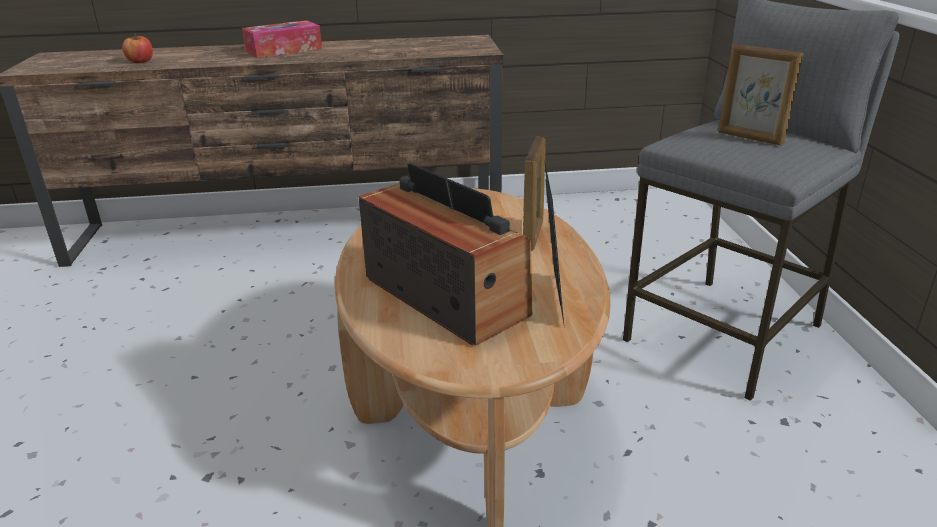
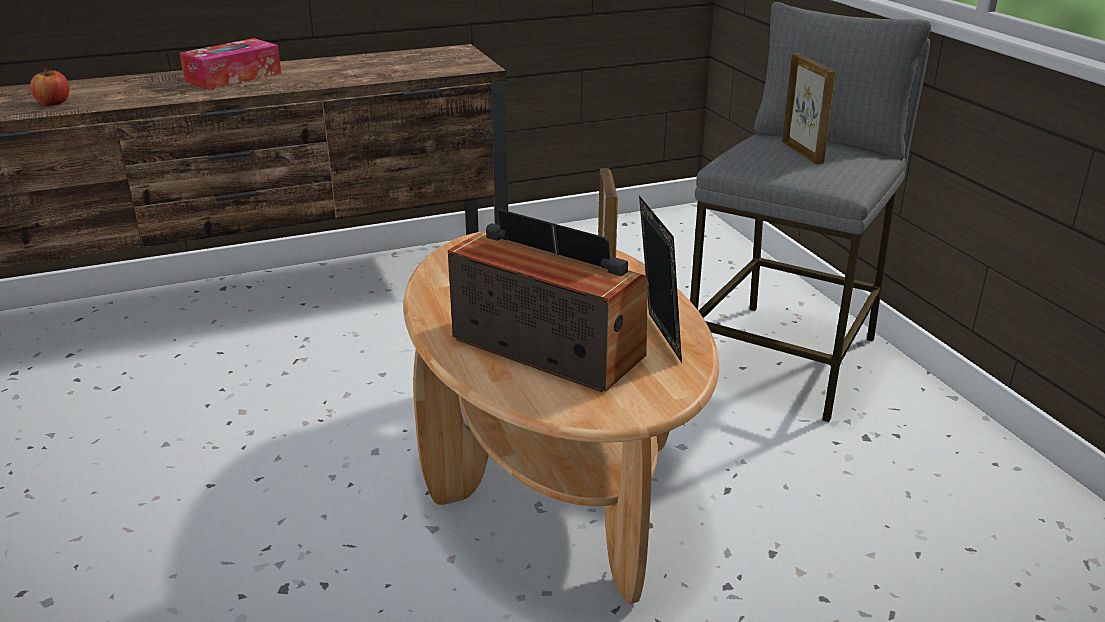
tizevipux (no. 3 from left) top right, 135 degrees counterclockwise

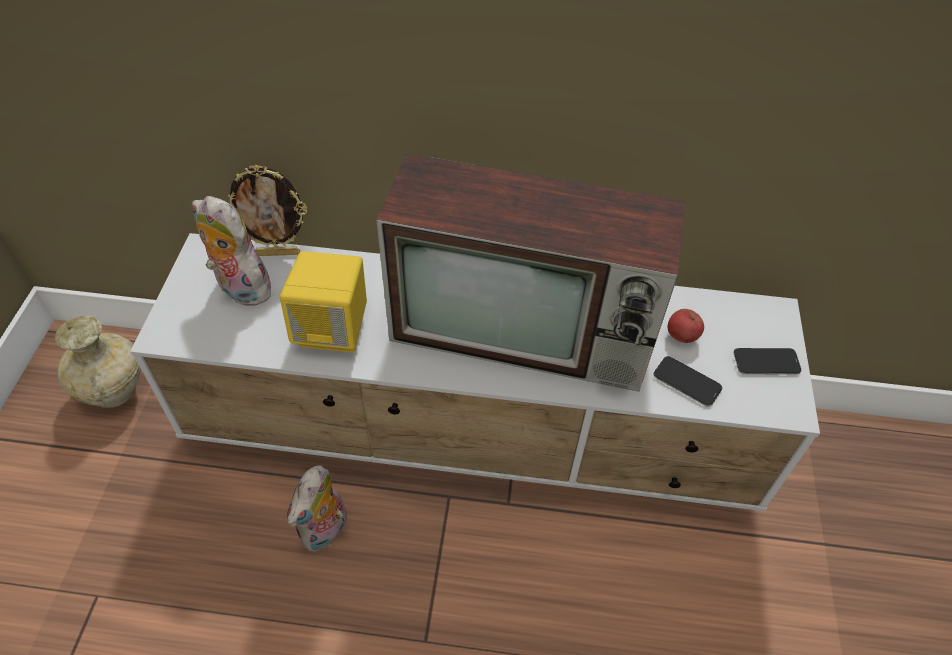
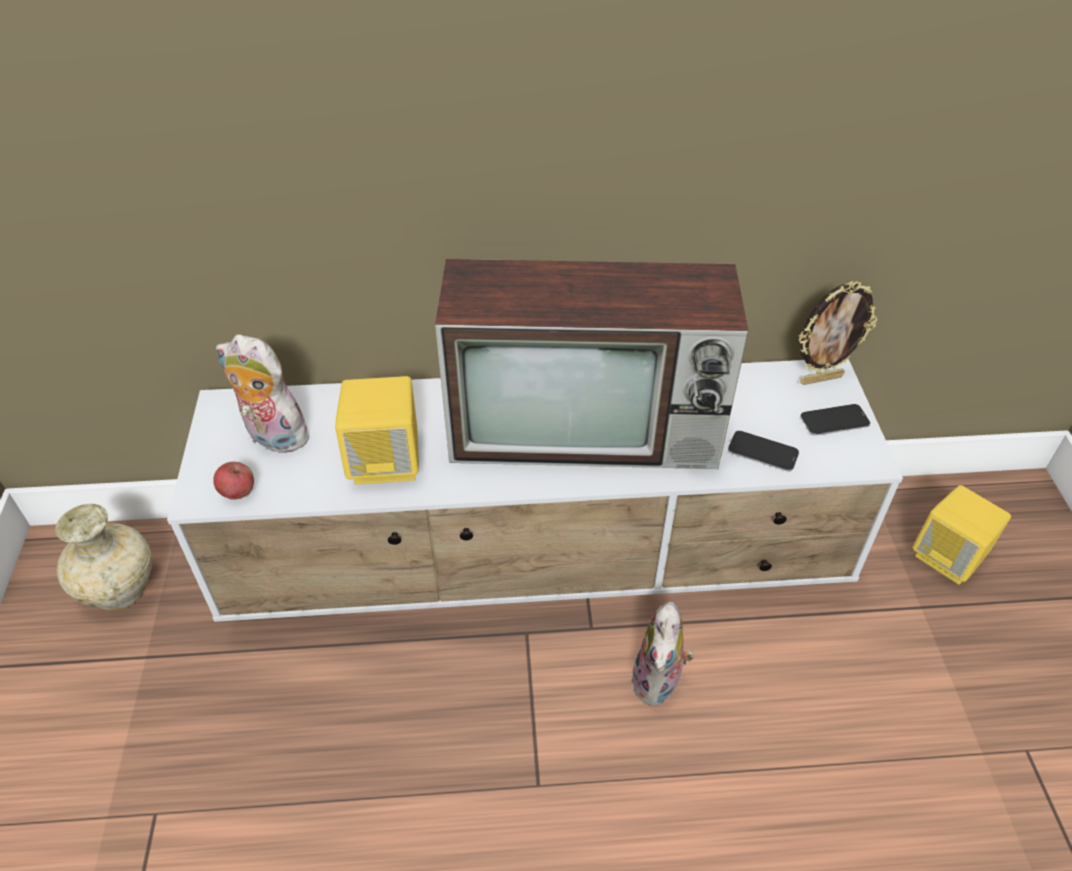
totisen middle right -> totisen middle left, relocated
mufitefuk (no. 2 from left) bottom left -> mufitefuk (no. 2 from left) bottom centre, relocated
tizevipux top left -> tizevipux middle right, relocated
none -> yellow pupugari (no. 2 from left) middle right

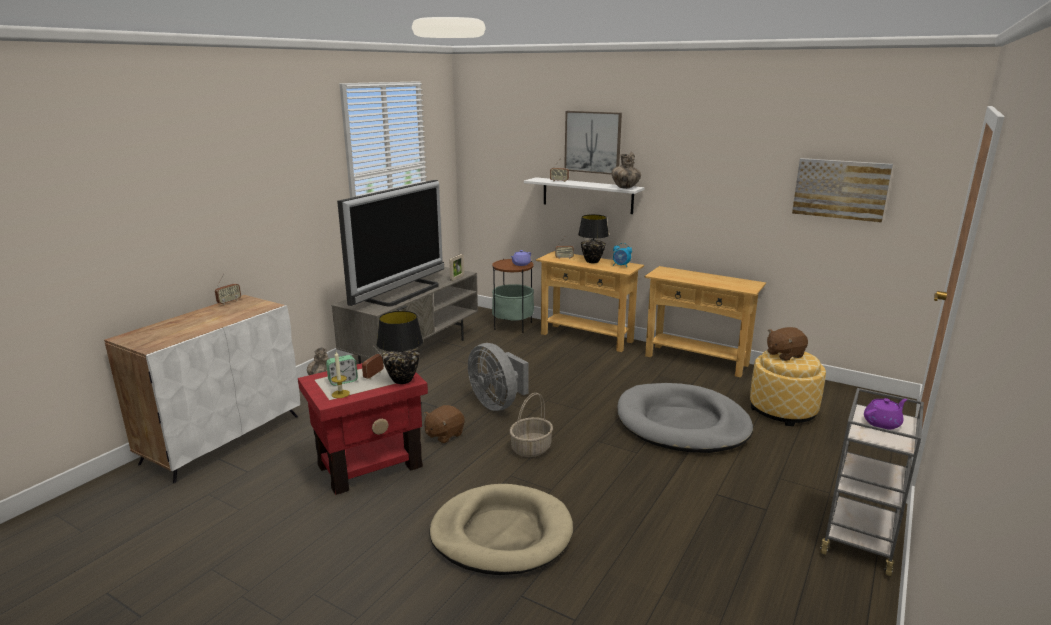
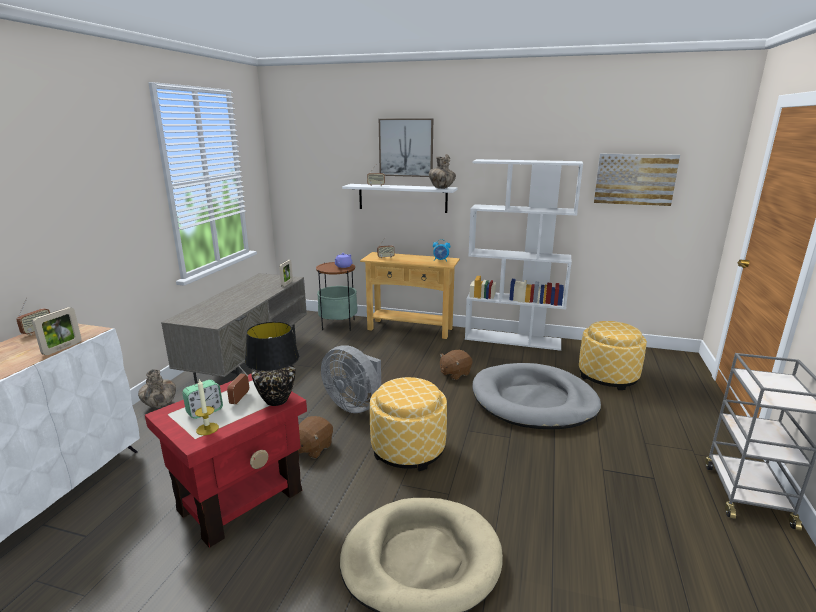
none -> tizevipux (no. 1 from left) middle left
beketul bottom centre -> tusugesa (no. 1 from left) bottom centre
brown mufitefuk (no. 2 from left) middle right -> brown mufitefuk (no. 2 from left) centre, relocated
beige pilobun (no. 2 from left) middle right -> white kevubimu centre
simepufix centre -> none
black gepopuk (no. 2 from left) centre -> none
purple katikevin (no. 2 from left) middle right -> none

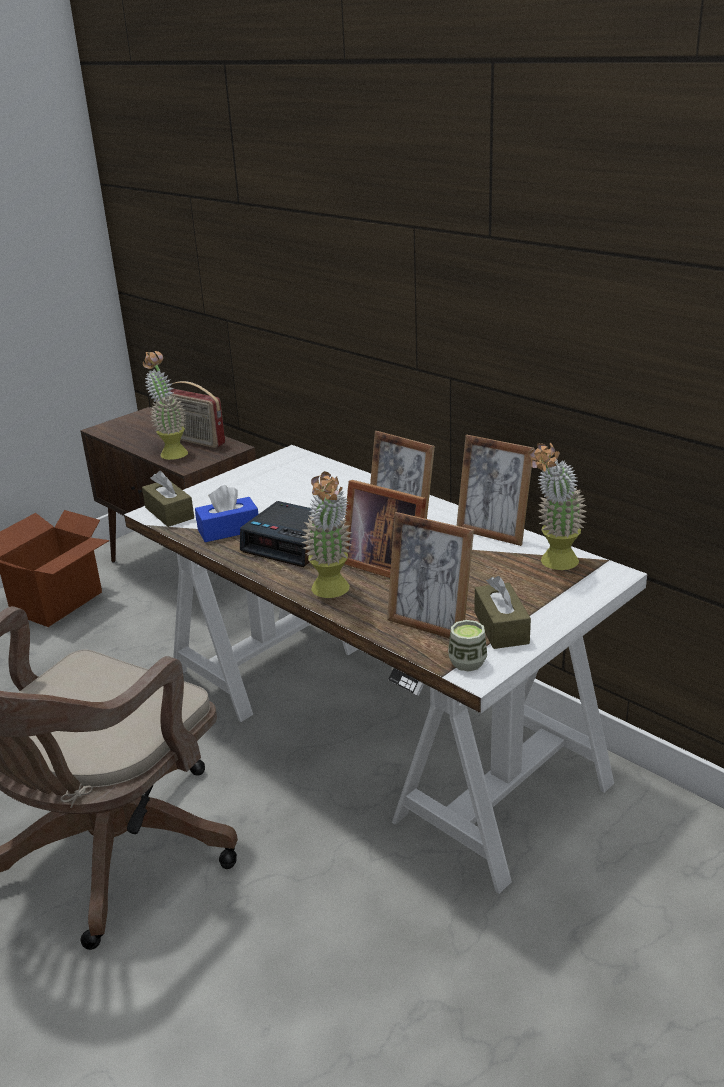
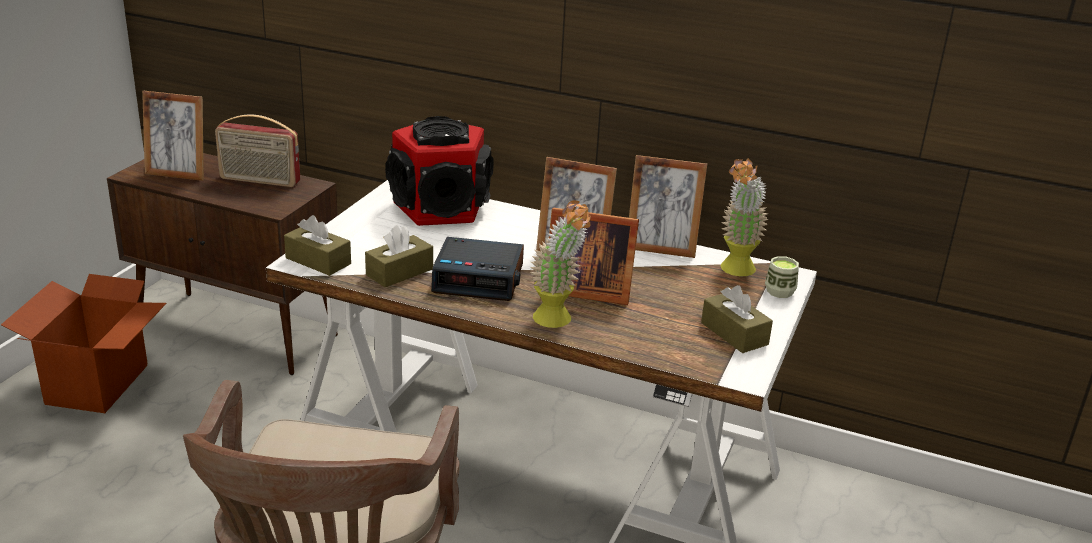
tizevipux (no. 3 from left in the first image) centre -> tizevipux (no. 1 from left) top left, relocated
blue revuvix middle left -> brown revuvix (no. 2 from left) centre
none -> pupugari top centre
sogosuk centre -> sogosuk middle right, relocated
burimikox (no. 1 from left) middle left -> none

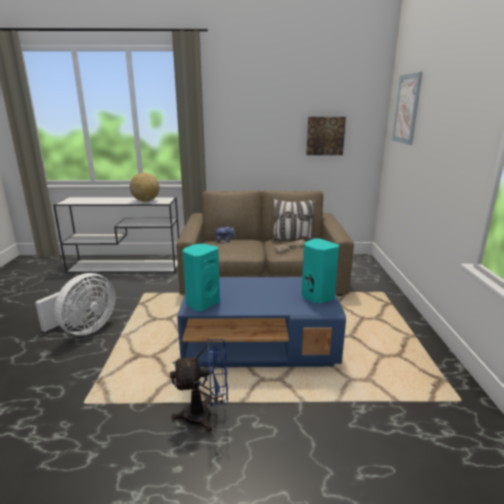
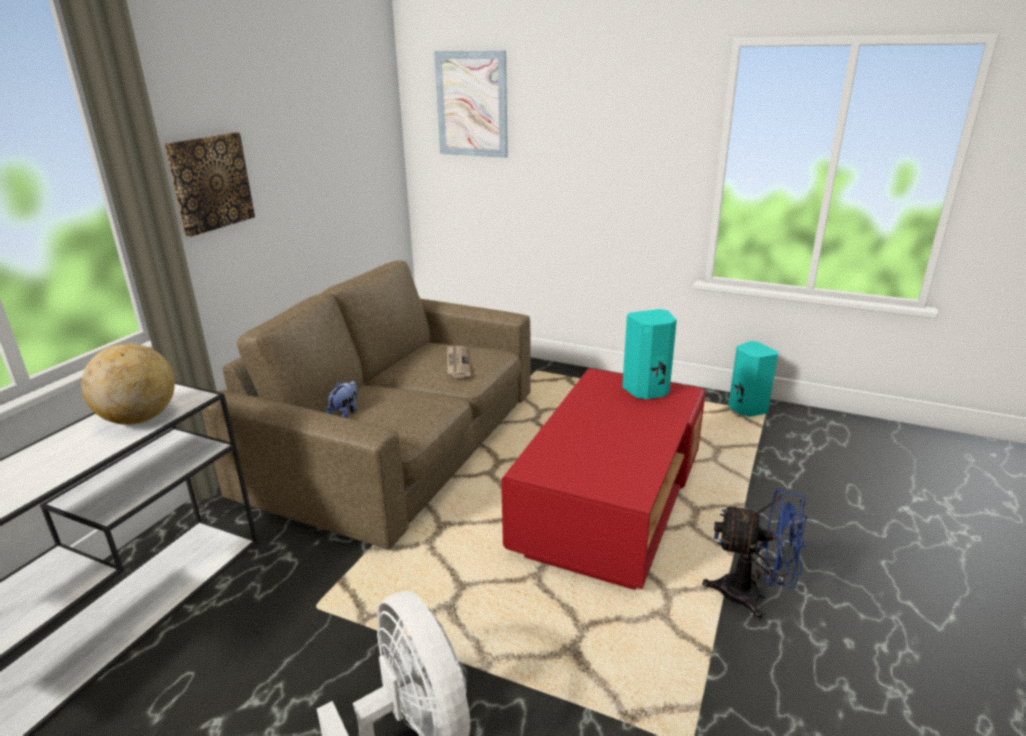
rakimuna (no. 1 from left) top centre -> rakimuna (no. 1 from left) top left, relocated
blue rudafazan centre -> red rudafazan centre
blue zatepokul bottom centre -> blue zatepokul bottom right, 90 degrees clockwise
turquoise pupugari (no. 1 from left in the first image) centre -> turquoise pupugari (no. 2 from left) middle right, relocated
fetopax centre -> none

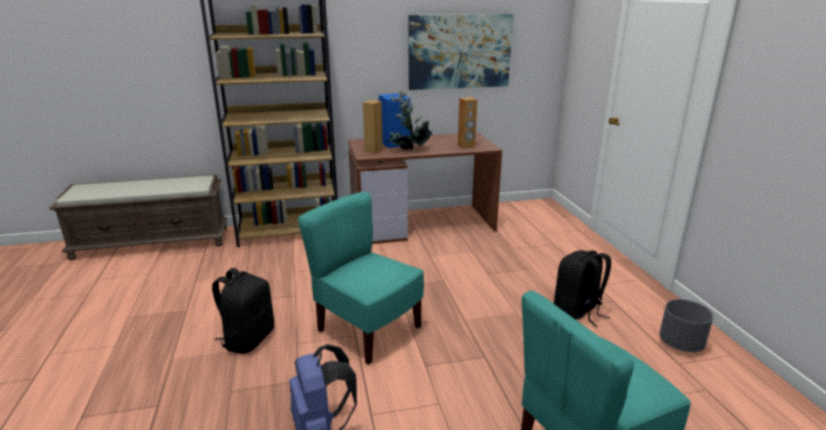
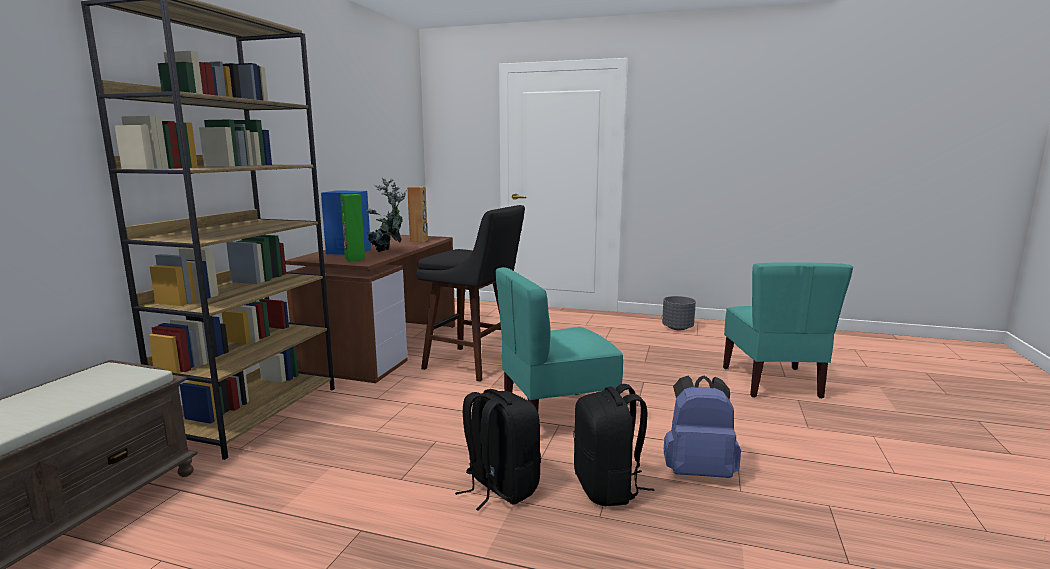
brown pupugari (no. 1 from left) top centre -> green pupugari centre
none -> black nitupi centre
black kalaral (no. 2 from left) bottom right -> black kalaral (no. 2 from left) bottom centre, relocated
rakimuna top centre -> none

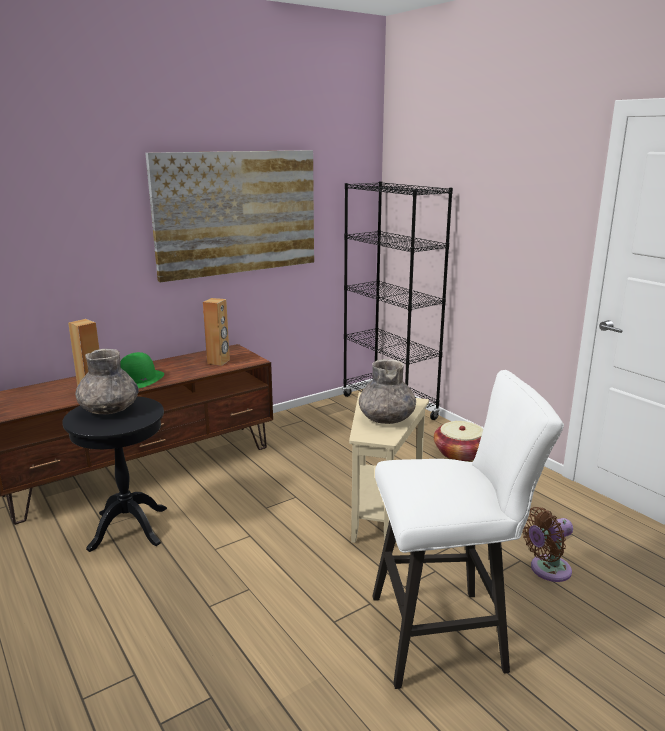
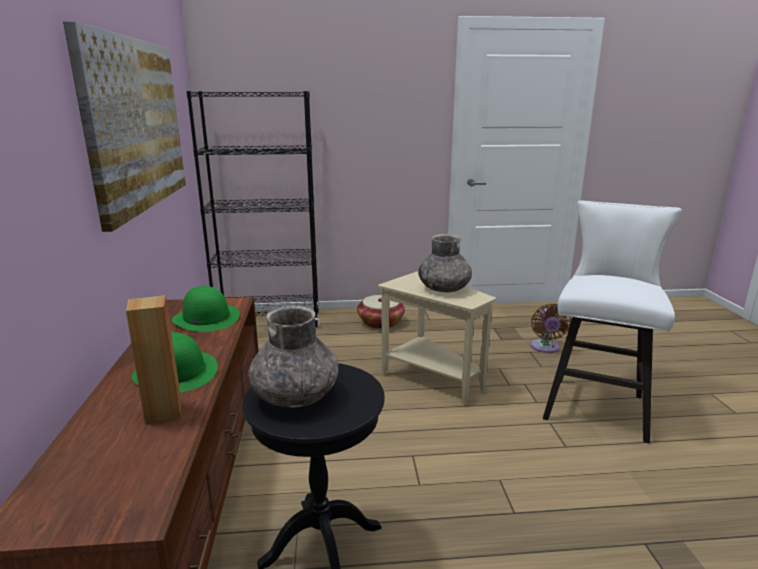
brown pupugari (no. 2 from left) middle left -> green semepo (no. 2 from left) middle left

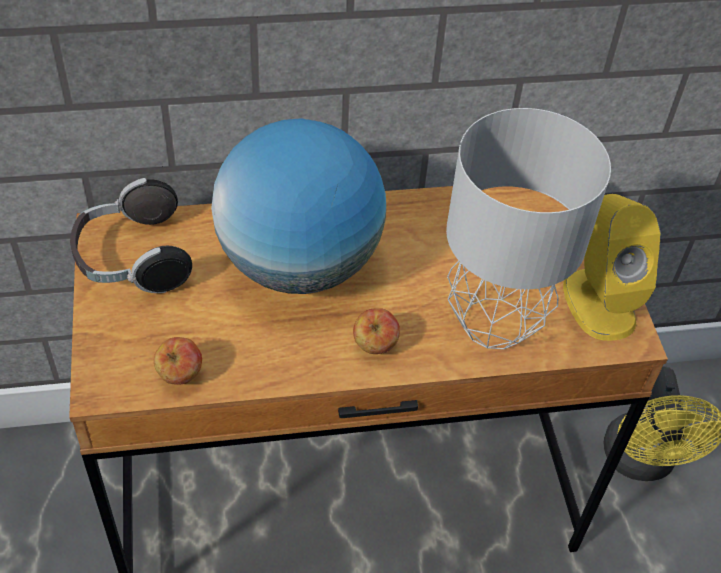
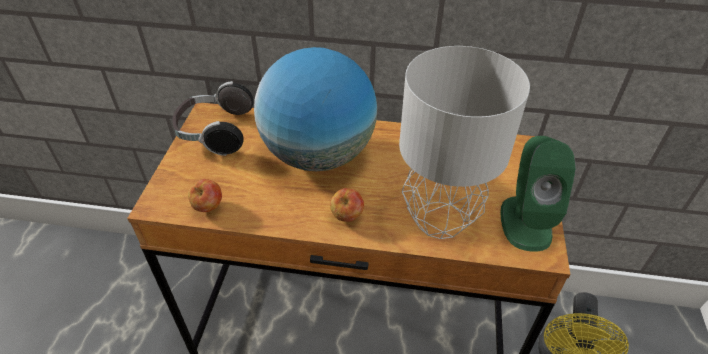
yellow pupugari middle right -> green pupugari middle right

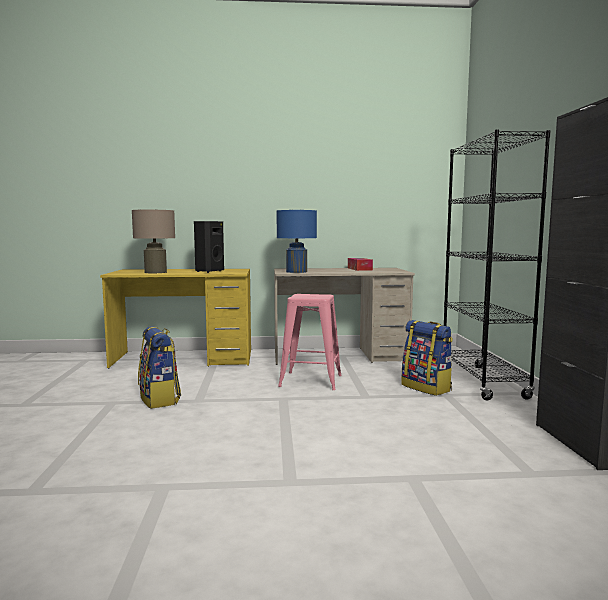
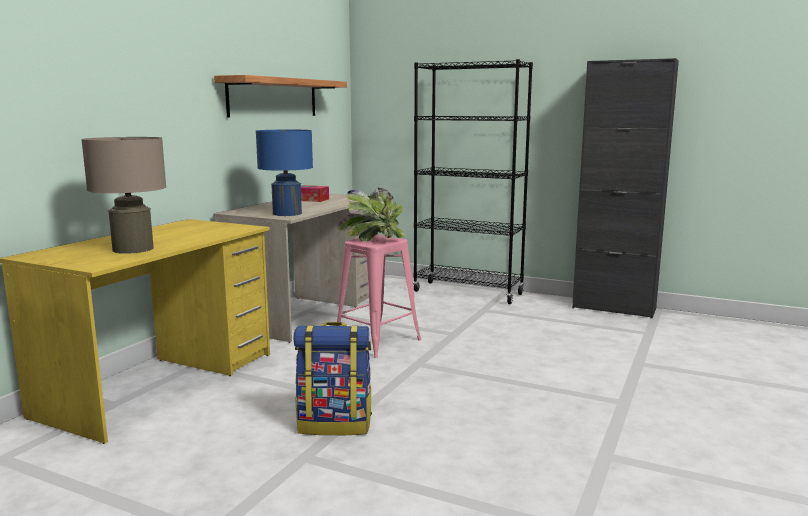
none -> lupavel top centre
none -> burimikox centre
black pupugari centre -> none
kalaral (no. 2 from left) middle right -> none

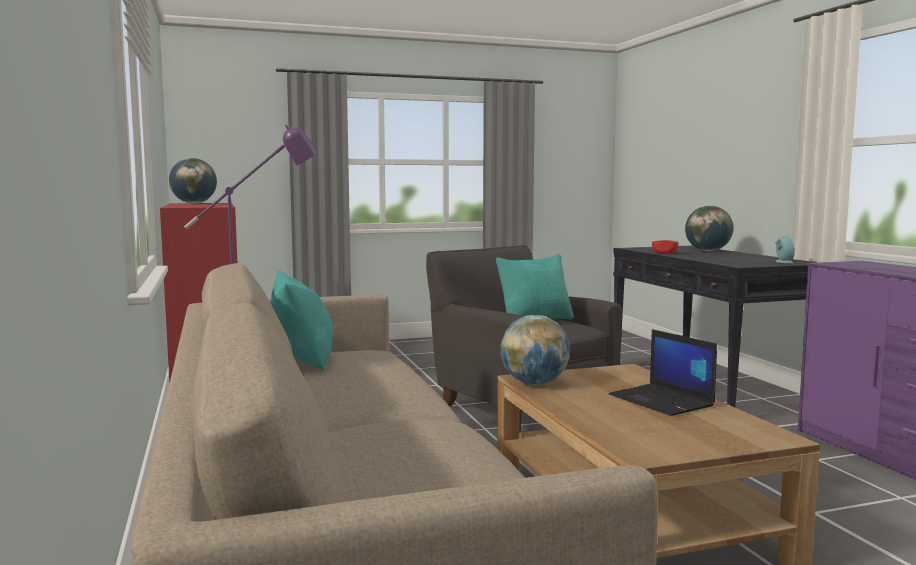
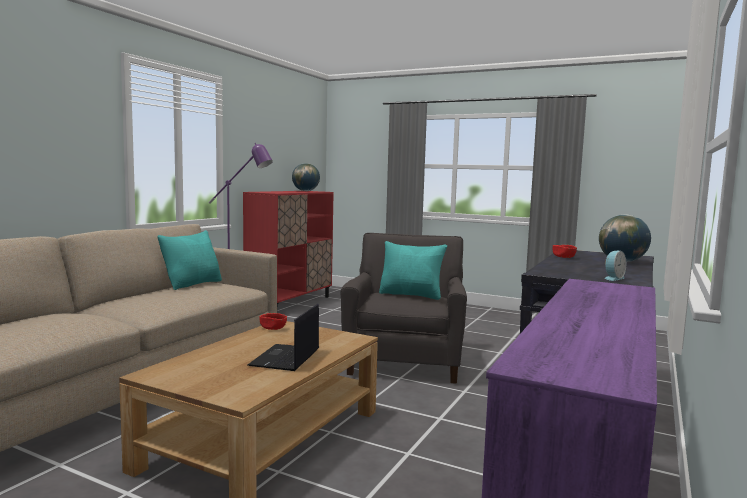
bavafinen (no. 2 from left) centre -> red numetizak (no. 1 from left) centre

